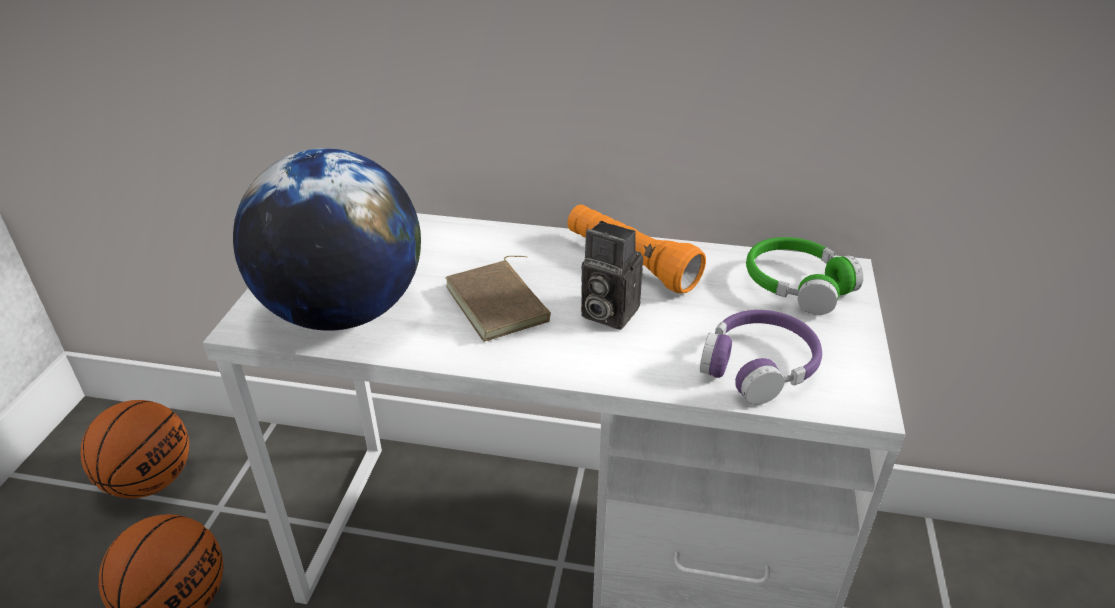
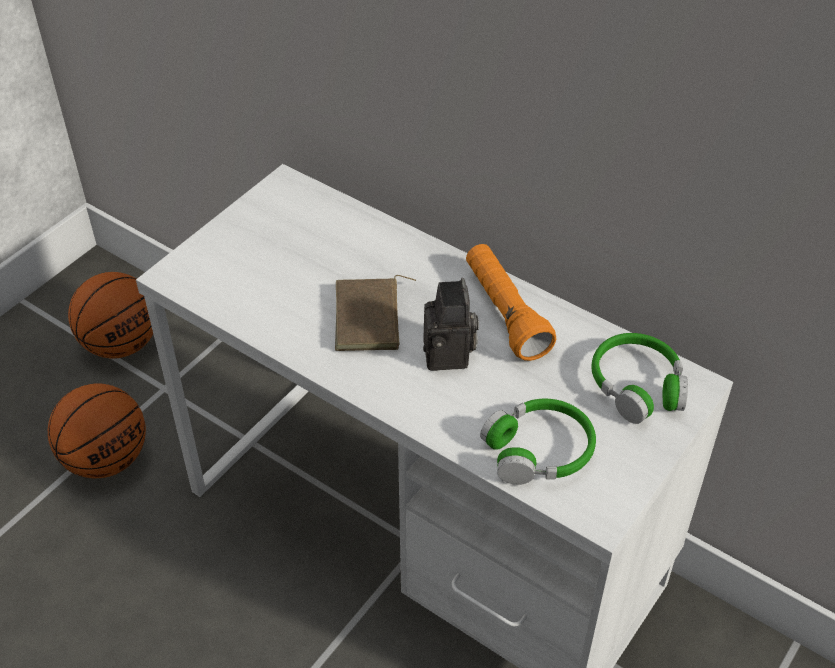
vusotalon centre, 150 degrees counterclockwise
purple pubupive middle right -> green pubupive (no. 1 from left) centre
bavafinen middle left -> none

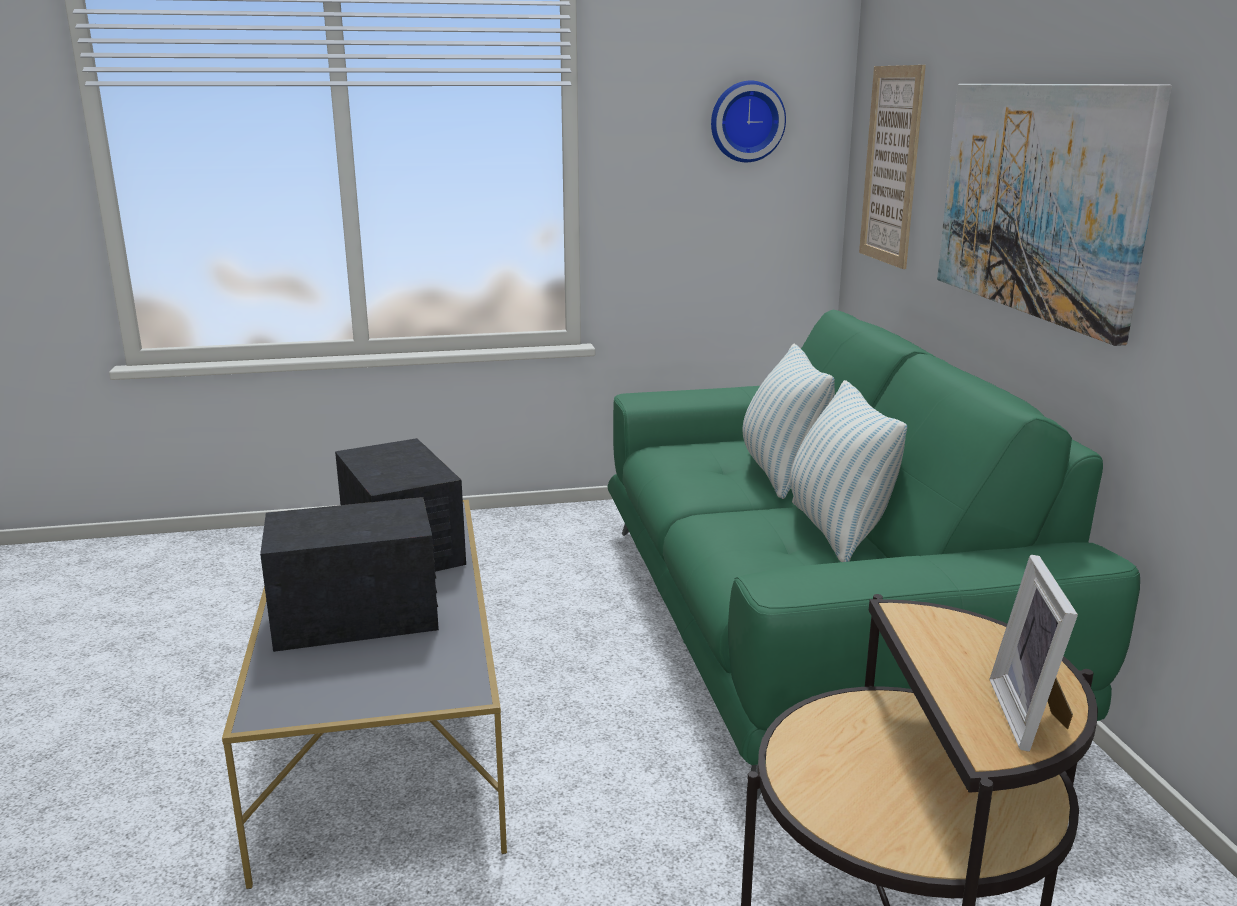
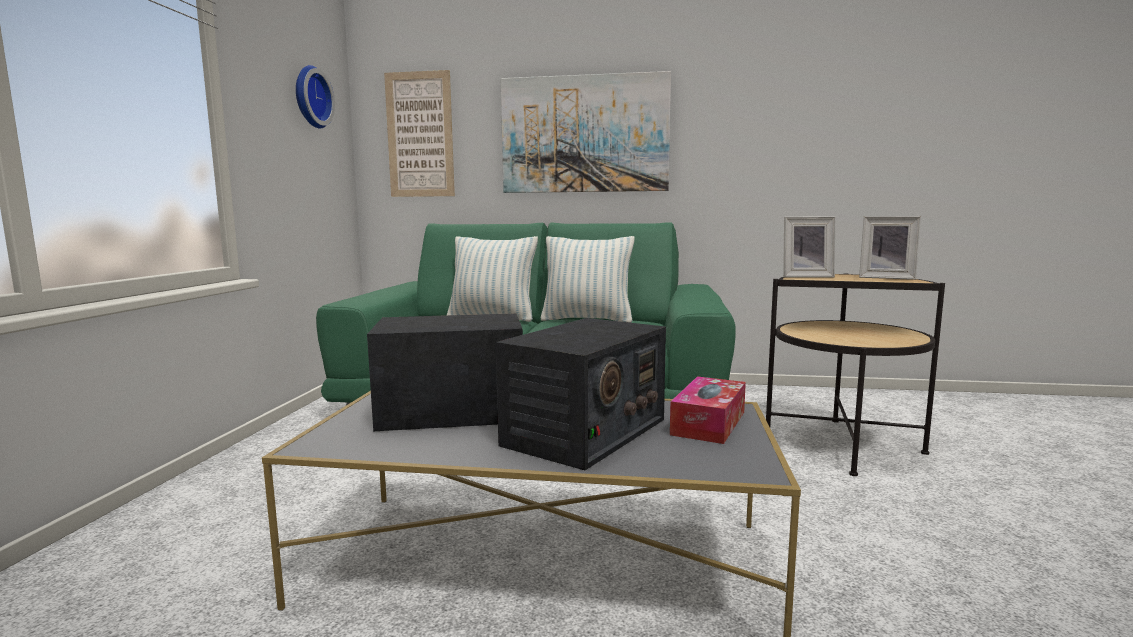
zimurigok (no. 1 from left in the first image) middle left -> zimurigok (no. 2 from left) centre, 150 degrees counterclockwise
none -> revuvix centre
none -> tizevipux (no. 1 from left) middle right

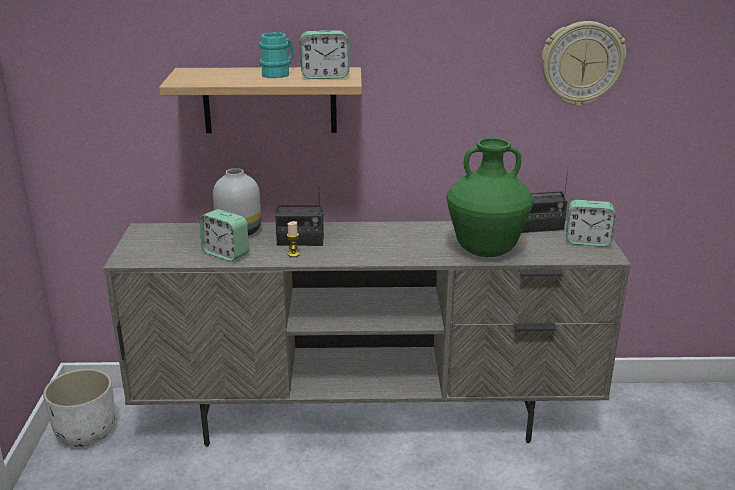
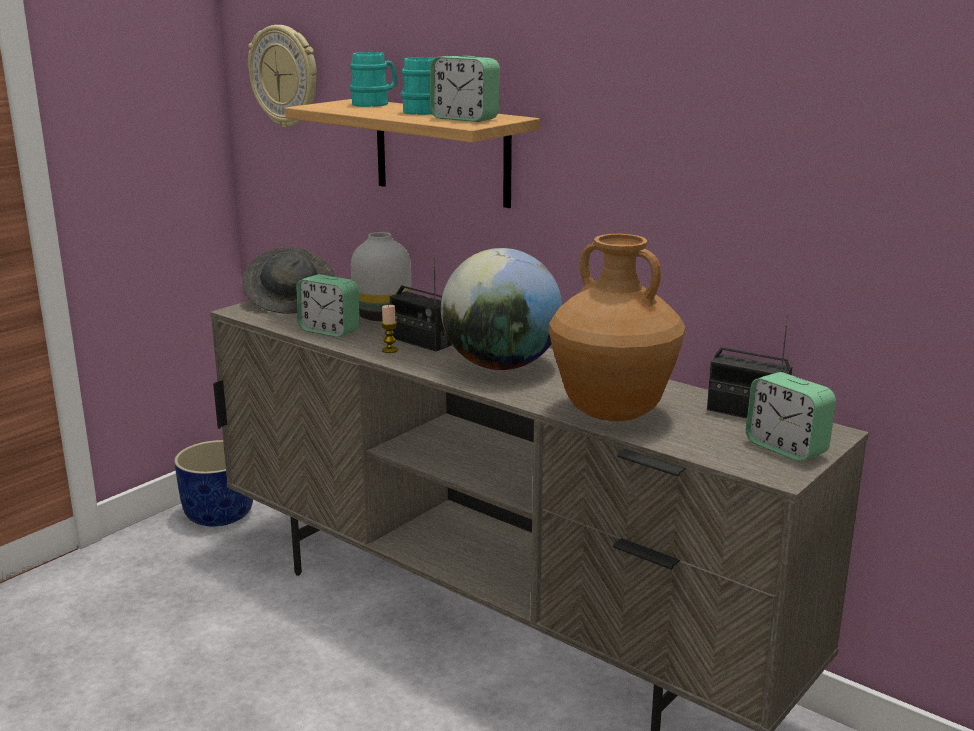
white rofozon bottom left -> blue rofozon middle left
none -> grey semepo middle left
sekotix top right -> sekotix top left, relocated
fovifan (no. 1 from left) middle left -> fovifan (no. 1 from left) centre, 45 degrees counterclockwise
none -> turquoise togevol (no. 1 from left) top centre
none -> bavafinen centre
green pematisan middle right -> brown pematisan centre

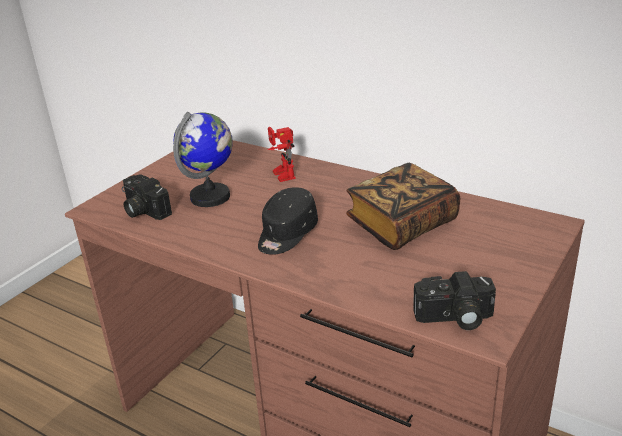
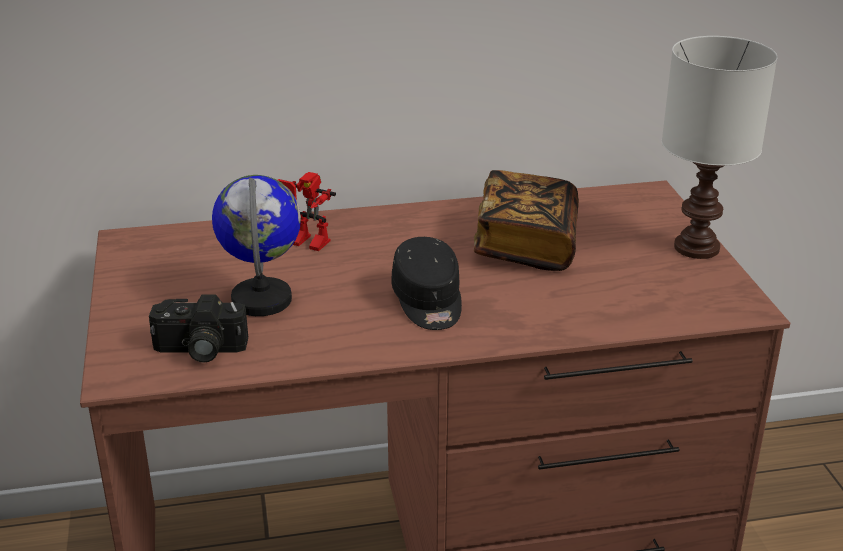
none -> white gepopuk top right
vusotalon (no. 2 from left) bottom right -> none

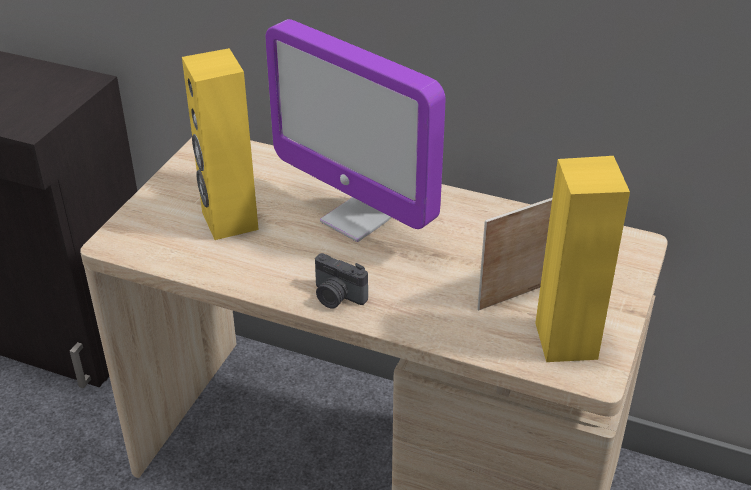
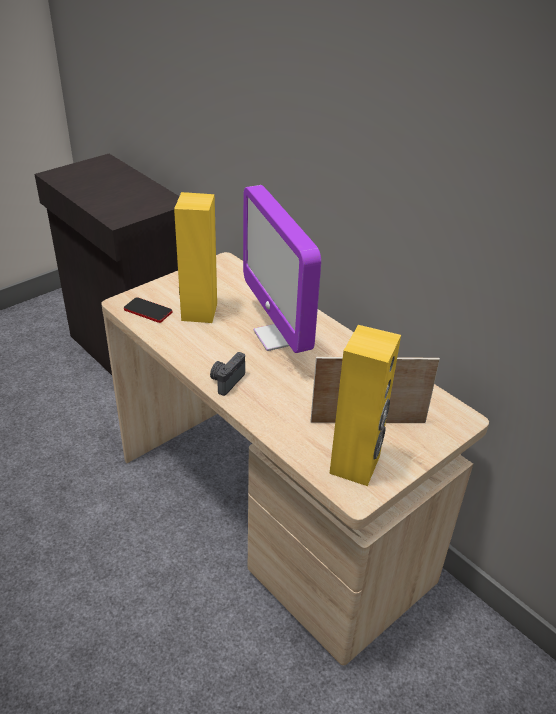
none -> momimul middle left
vusotalon centre, 60 degrees clockwise

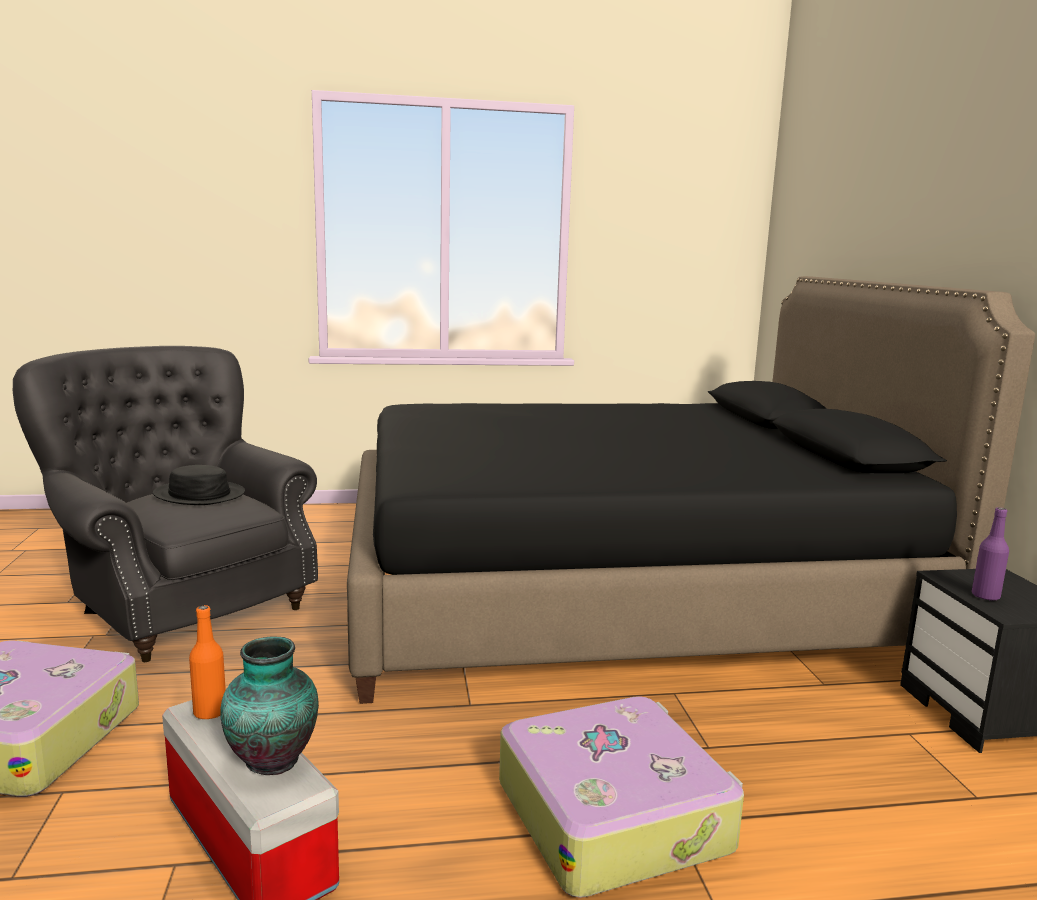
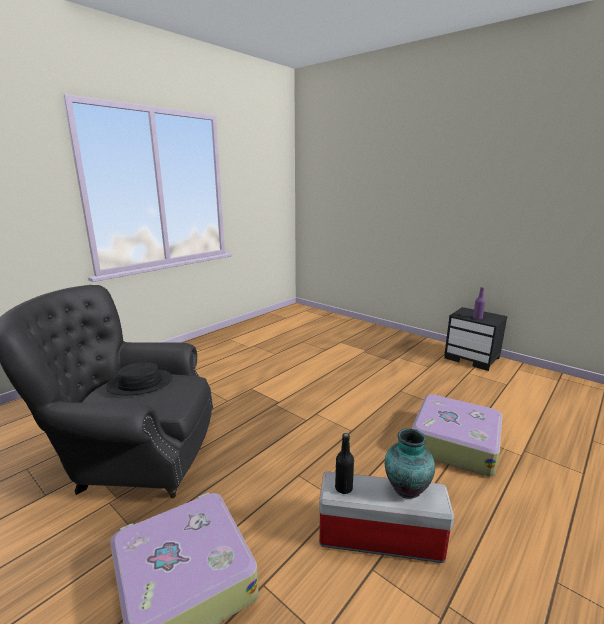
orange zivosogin bottom left -> black zivosogin bottom centre
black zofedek centre -> none

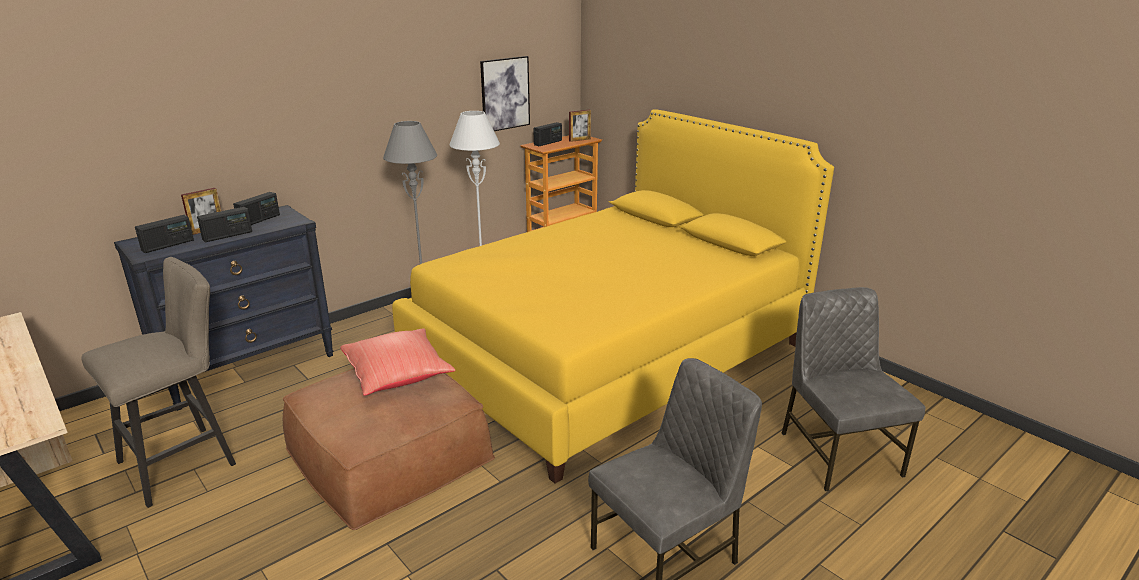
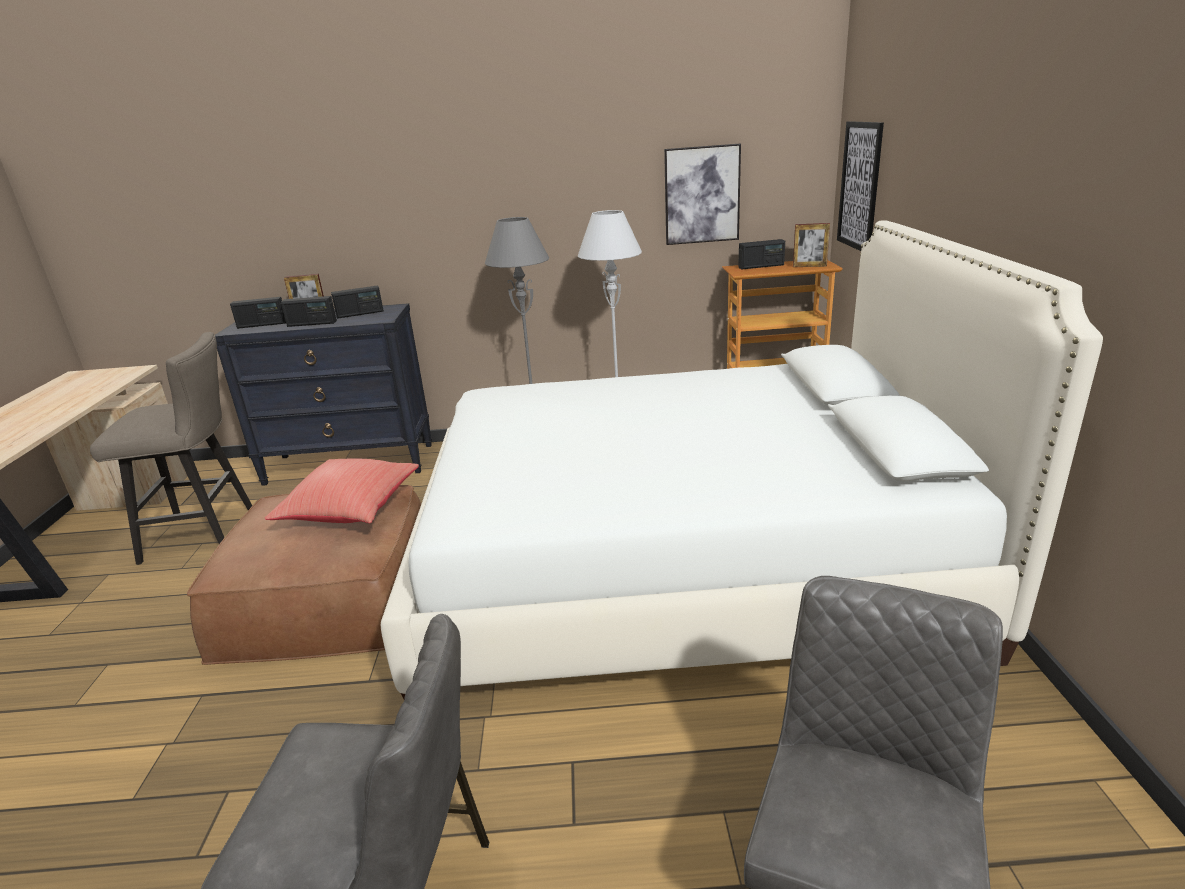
yellow zofedek centre -> white zofedek centre
none -> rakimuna (no. 2 from left) top right

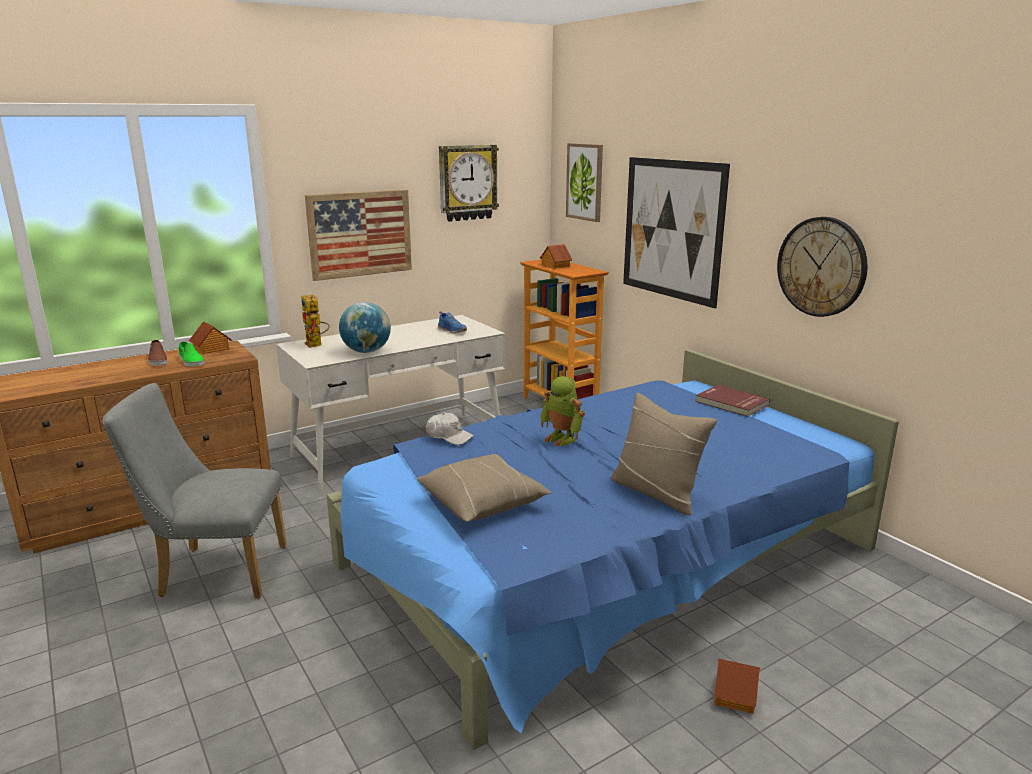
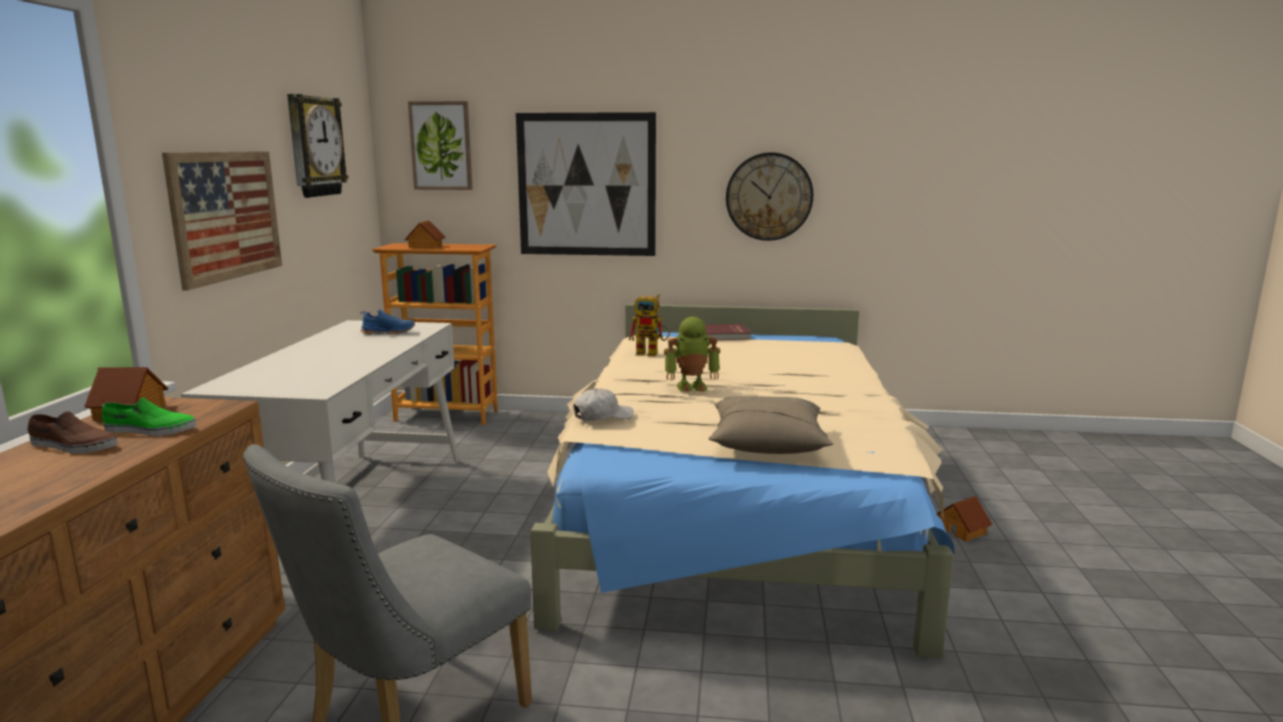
blue zofedek bottom centre -> beige zofedek centre
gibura (no. 1 from left) middle left -> gibura (no. 1 from left) centre, relocated
bavafinen centre -> none
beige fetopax (no. 2 from left) centre -> none

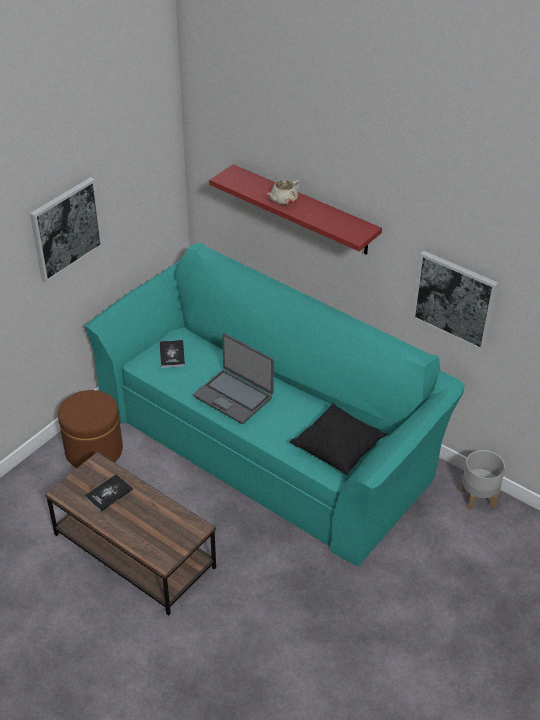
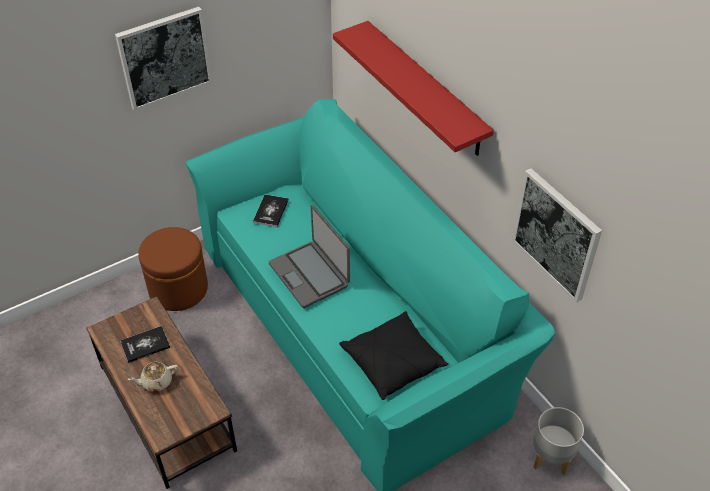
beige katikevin top centre -> beige katikevin bottom left, relocated

